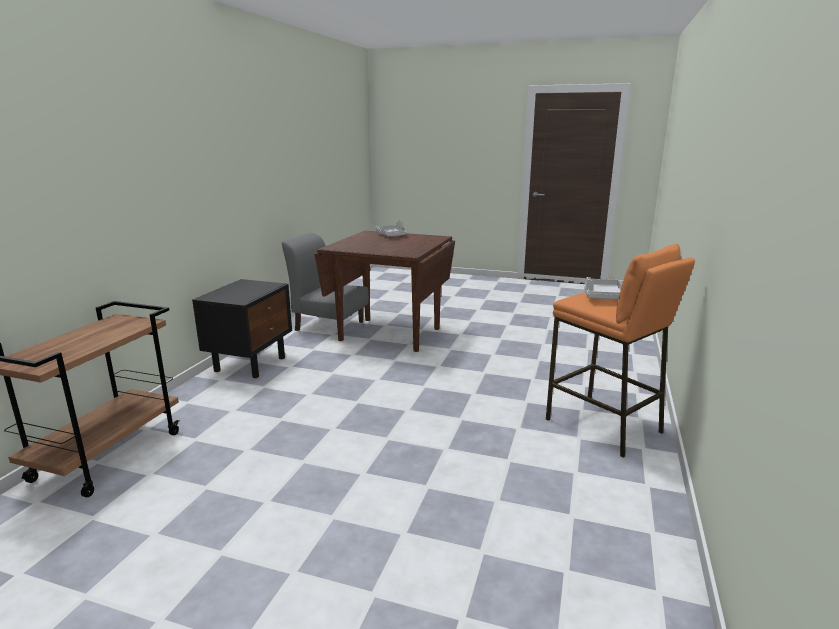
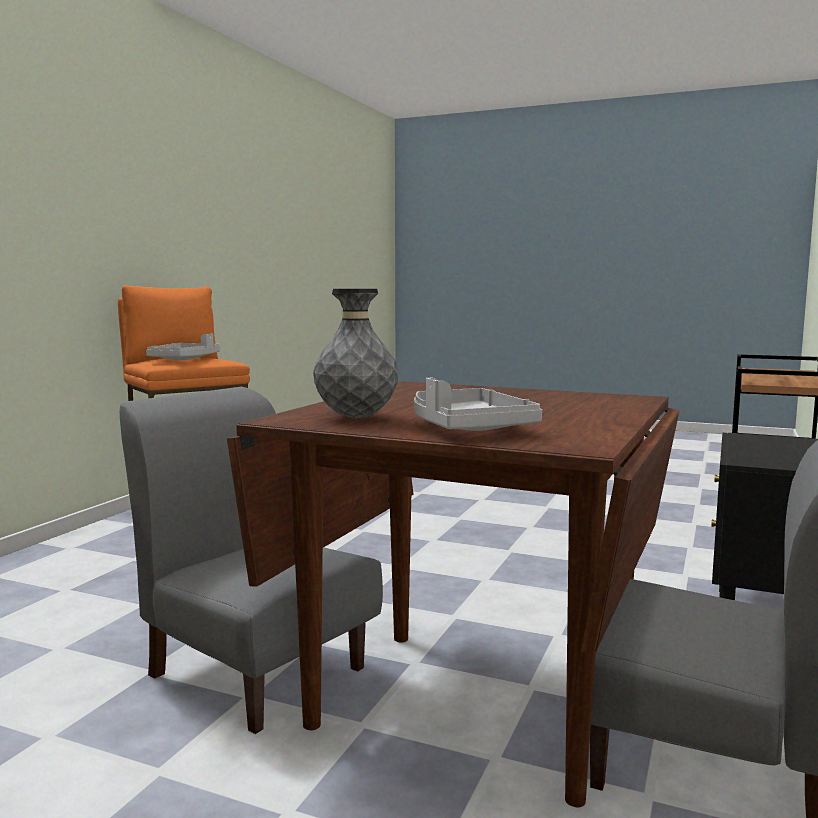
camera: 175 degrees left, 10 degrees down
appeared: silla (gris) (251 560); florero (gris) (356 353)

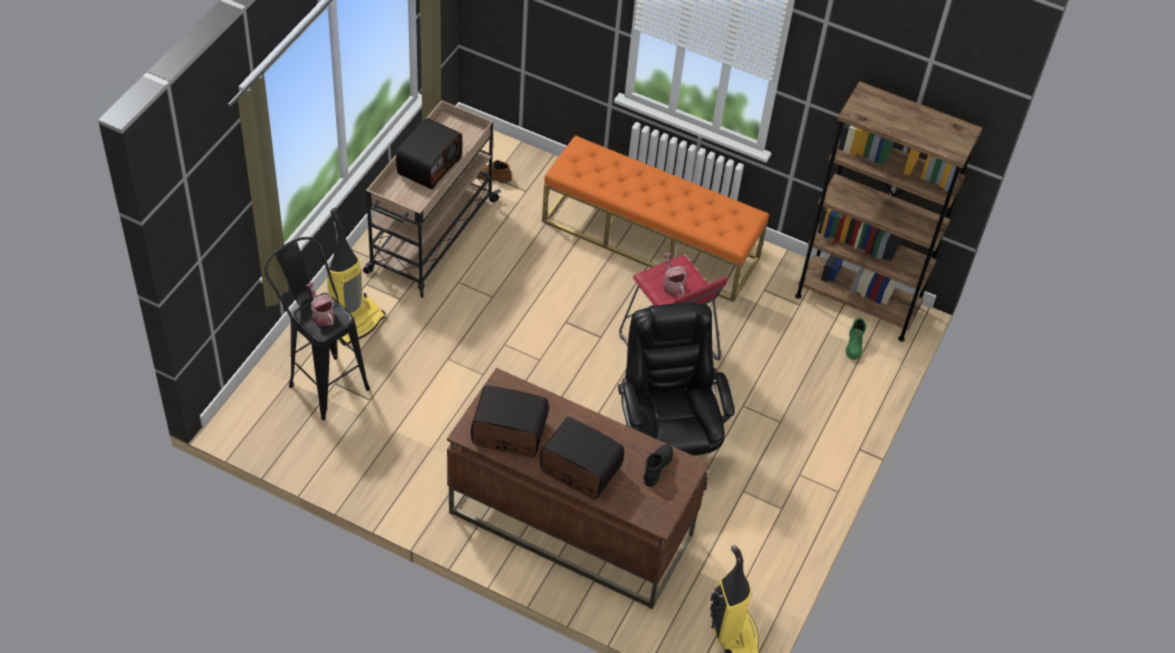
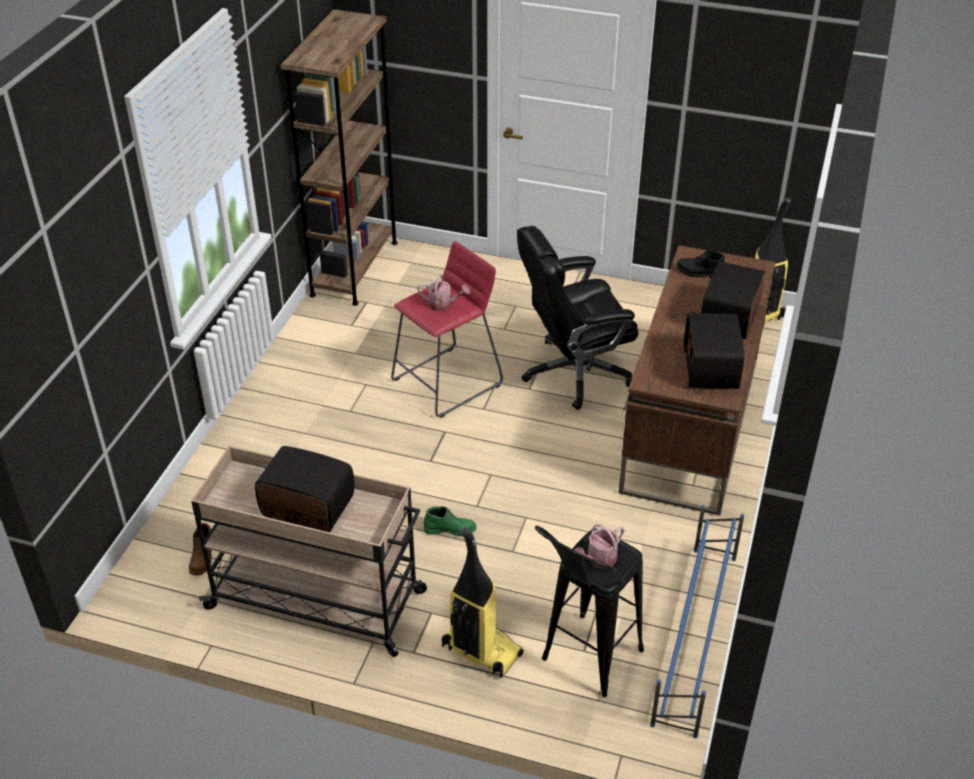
camera: 95 degrees left, 10 degrees down
missing: banco (naranja) (655 218)
appeared: zapatero (azul) (697 621)
relocated: bota (verde) (856 339) to (450 521)
spun: regadera (674 274) = (443 293) 135 degrees counterclockwise

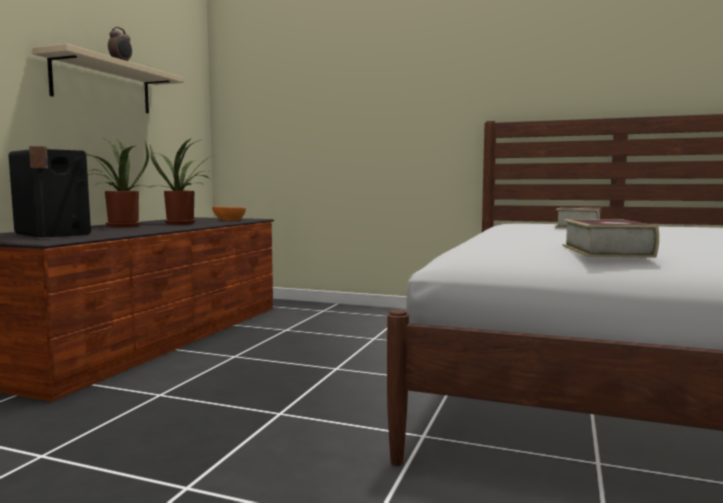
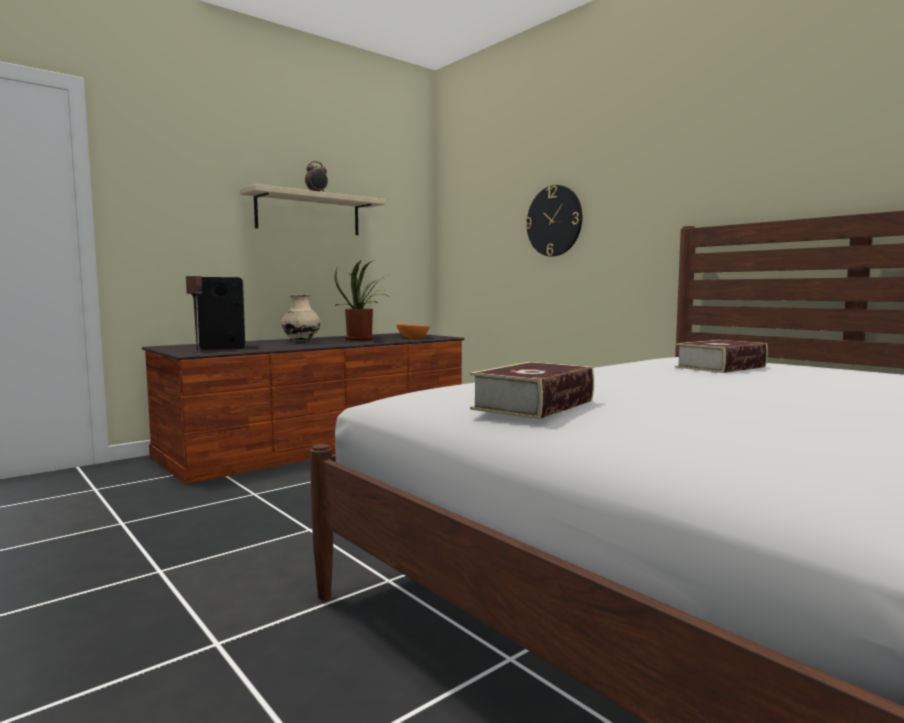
camera: 30 degrees right, 0 degrees up
appeared: reloj de pared (553 221)
exchanged: planta en maceta (119 182) to florero (beis) (300 317)

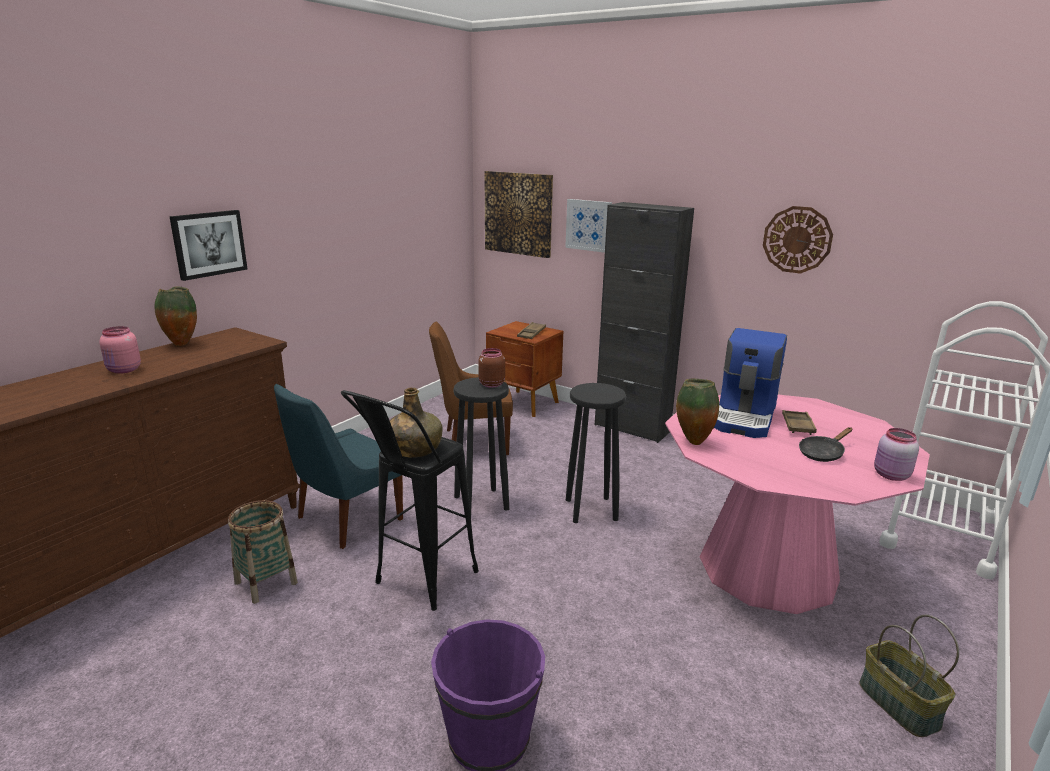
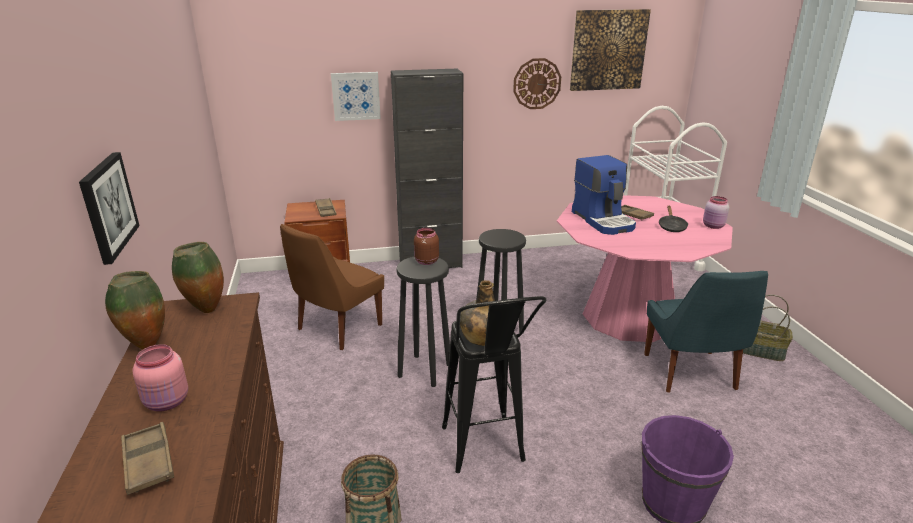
camera: 45 degrees left, 5 degrees up
appeared: bandeja (marrón) (147 458)
relocated: florero (697 412) to (198 277); cuadro (518 214) to (610 50); silla (azul) (338 466) to (706 332)

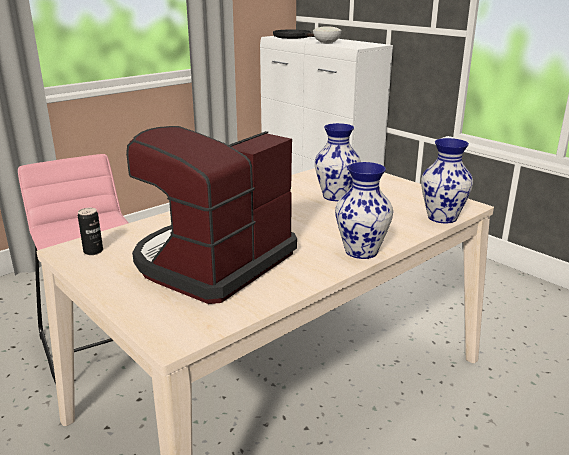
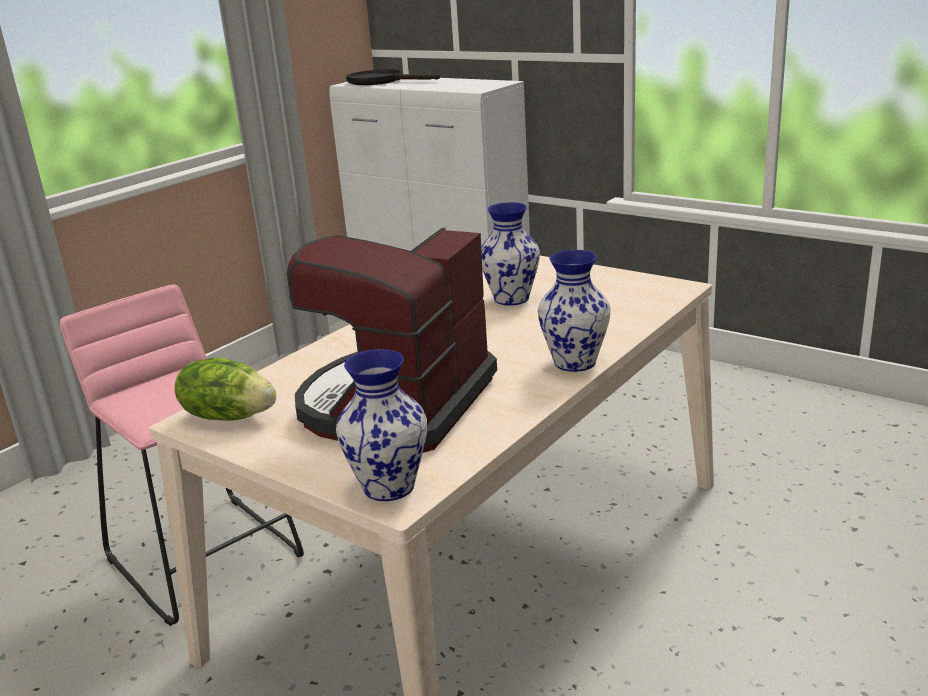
camera: 10 degrees left, 0 degrees up
missing: cuenco (blanco) (327 35)
relocated: florero (447 181) to (381 425)
exchanged: lata (90 231) to lechuga (225 389)

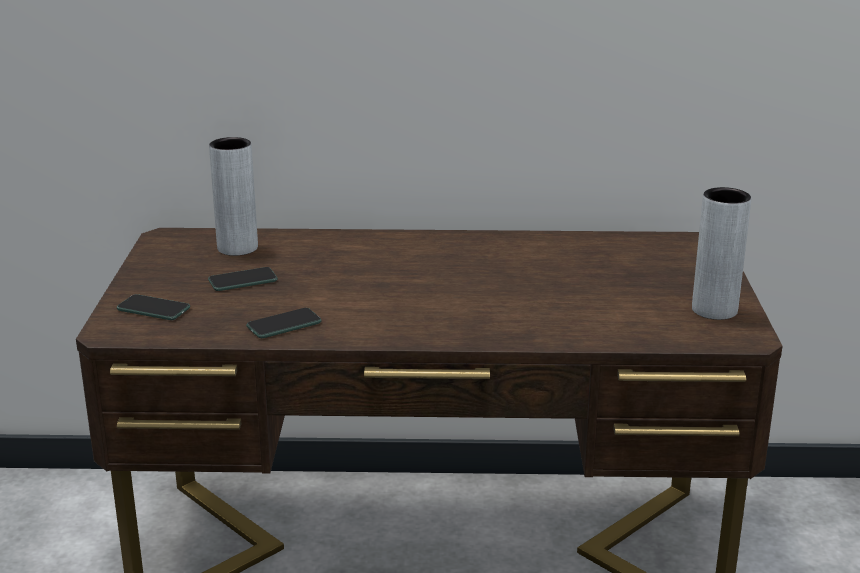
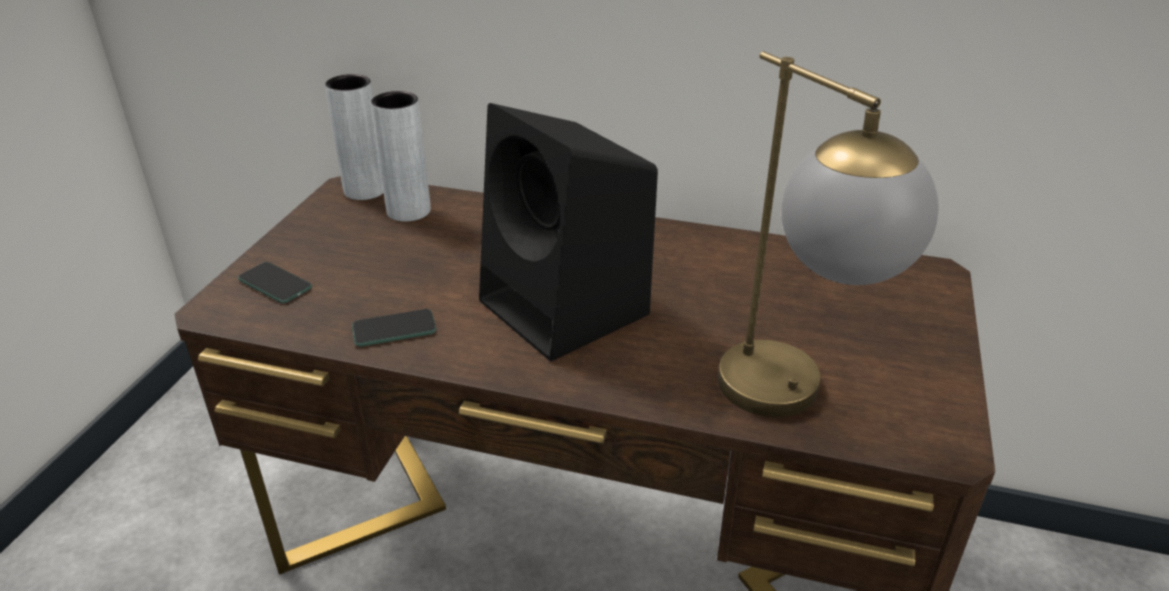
camera: 15 degrees right, 10 degrees up
missing: móvil (243 279)
appeared: altavoz (negro) (568 232); lámpara de mesa (828 234)
relocated: florero (gris) (721 253) to (354 137)

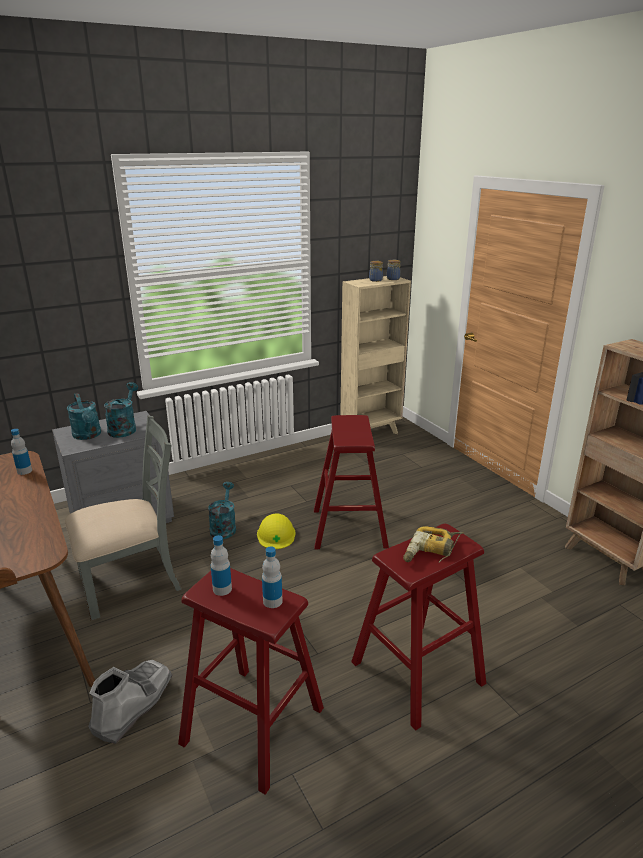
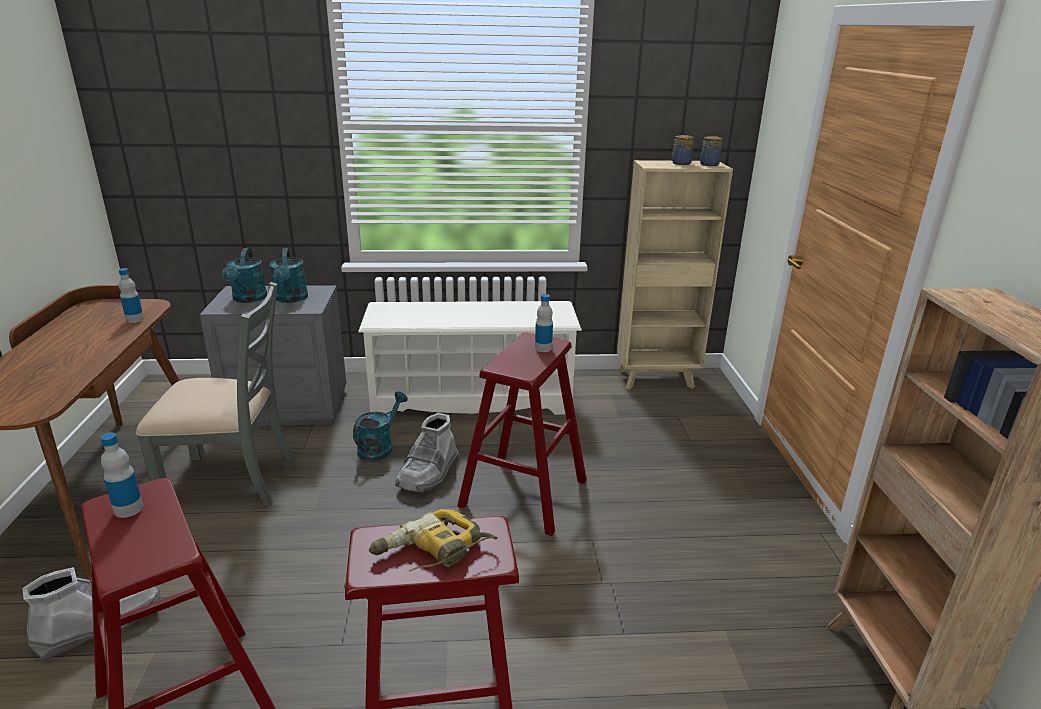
camera: 25 degrees right, 0 degrees up
appeared: zapatero (blanco) (470 358)
relocated: botella (272 577) to (544 323)
exchanged: casco (amarillo) (276 531) to bota (gris) (427 452)
spun: regadera (turquesa) (121 410) = (288 275) 135 degrees clockwise

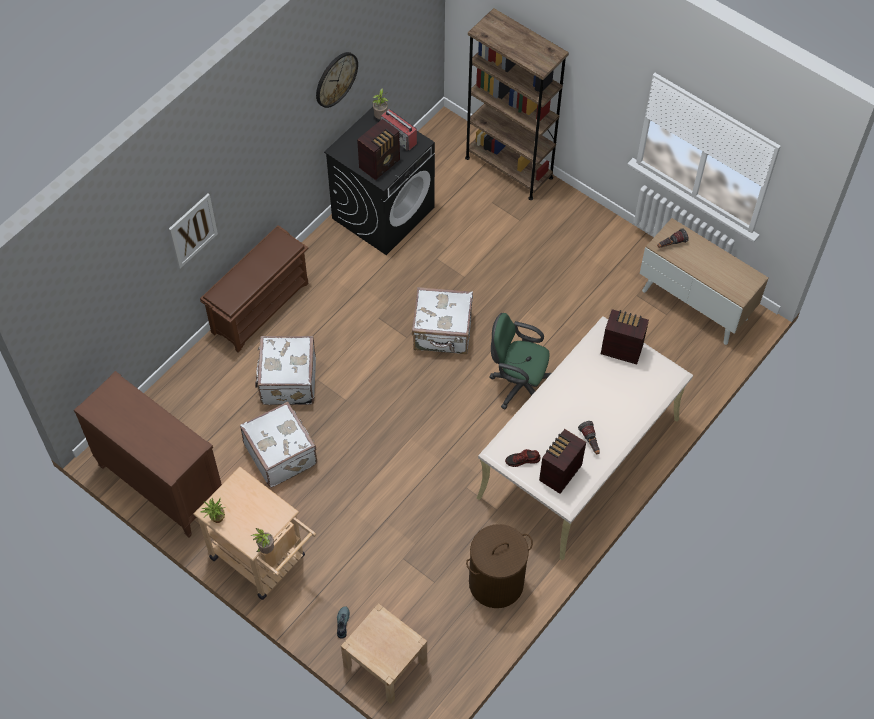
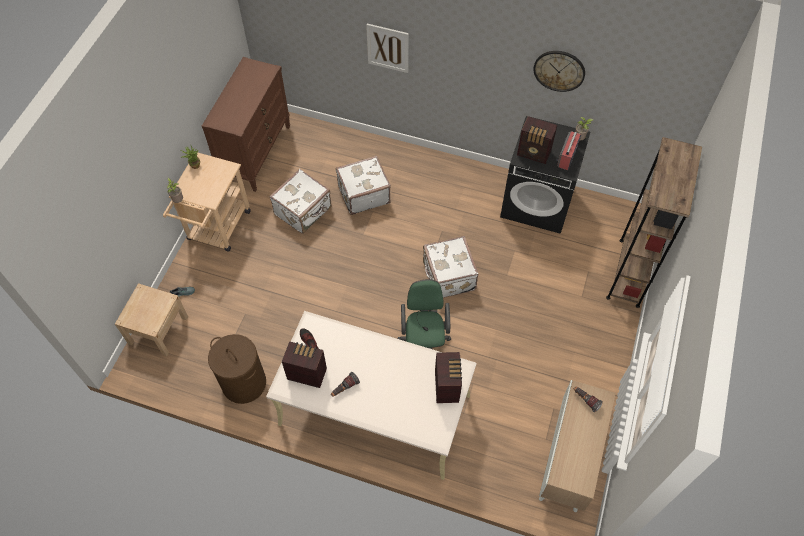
camera: 70 degrees right, 0 degrees up
missing: zapatero (marrón) (254 289)

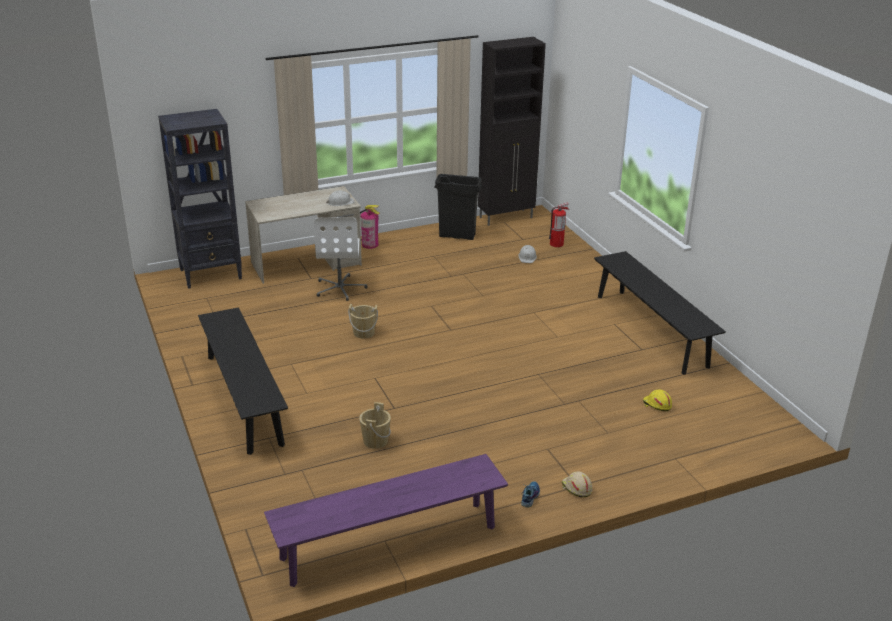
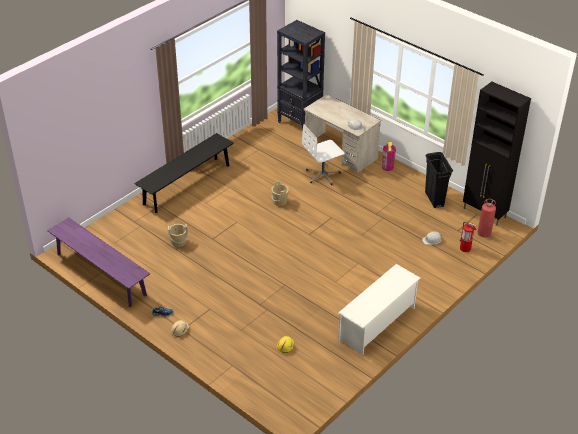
camera: 65 degrees right, 10 degrees up
appeared: extintor (487 218)
exchanged: banco (negro) (660 313) to zapatero (blanco) (379 309)

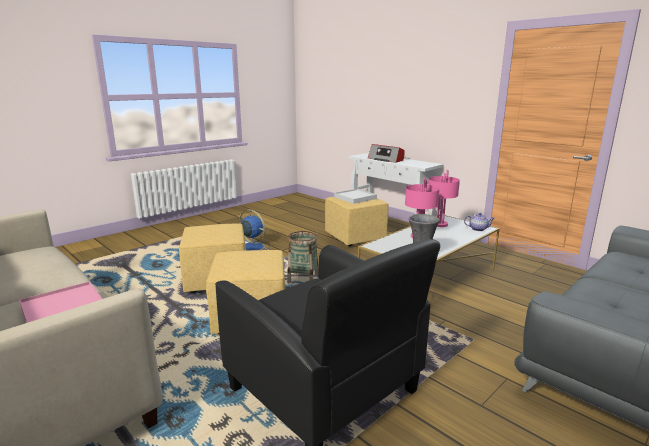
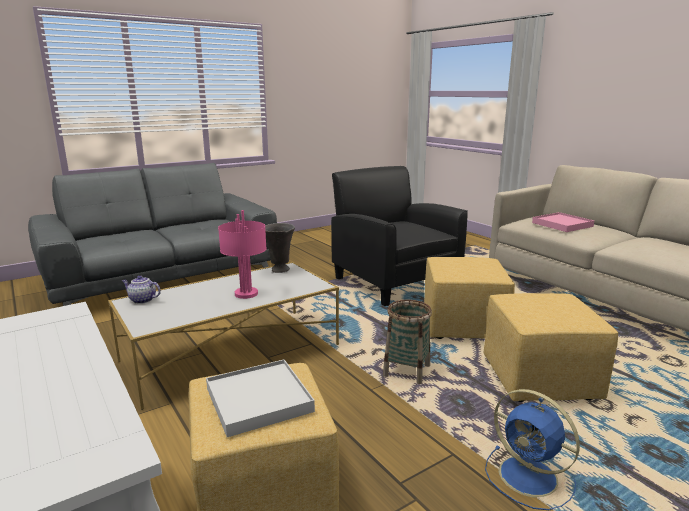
camera: 170 degrees left, 0 degrees up
missing: radio (386 153); lámpara de mesa (rosa) (444 198)

